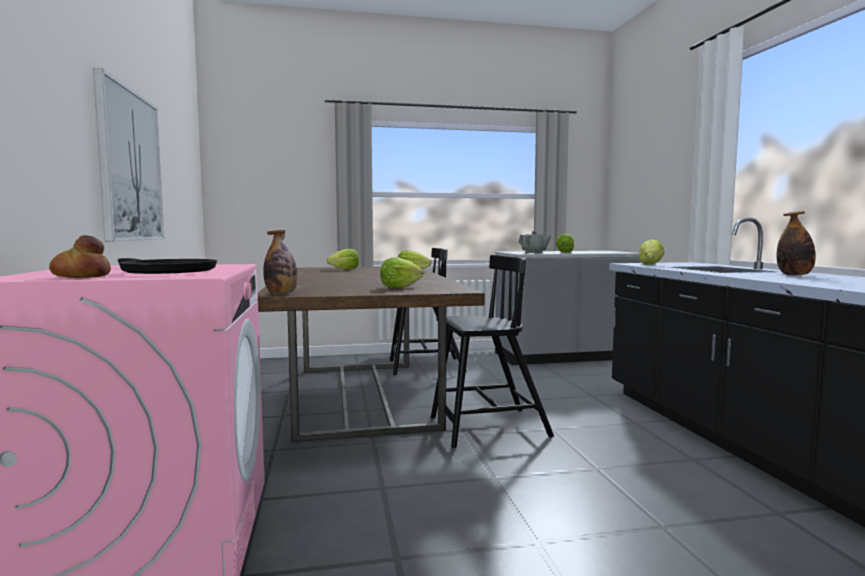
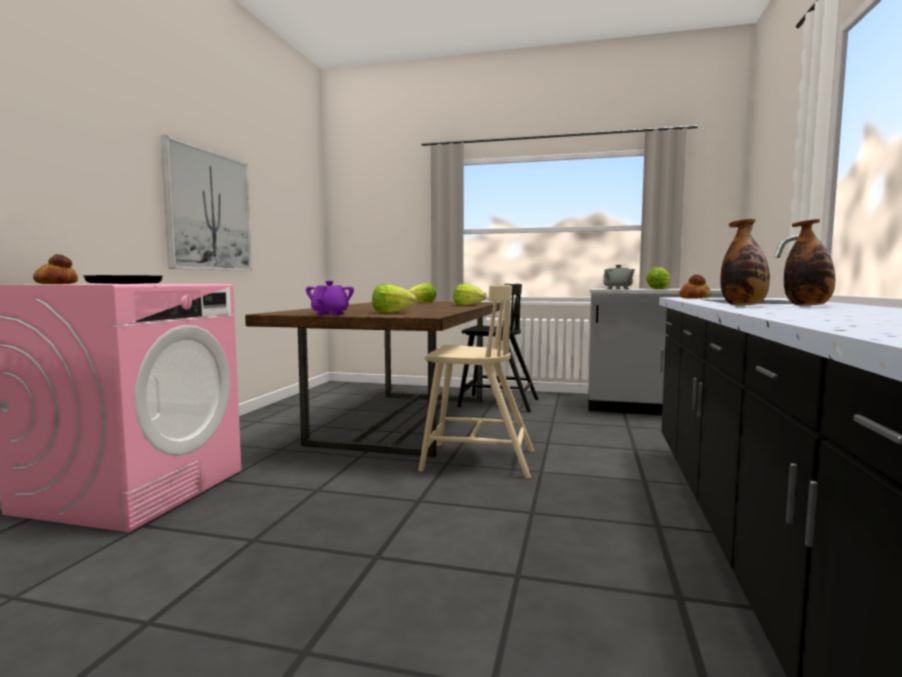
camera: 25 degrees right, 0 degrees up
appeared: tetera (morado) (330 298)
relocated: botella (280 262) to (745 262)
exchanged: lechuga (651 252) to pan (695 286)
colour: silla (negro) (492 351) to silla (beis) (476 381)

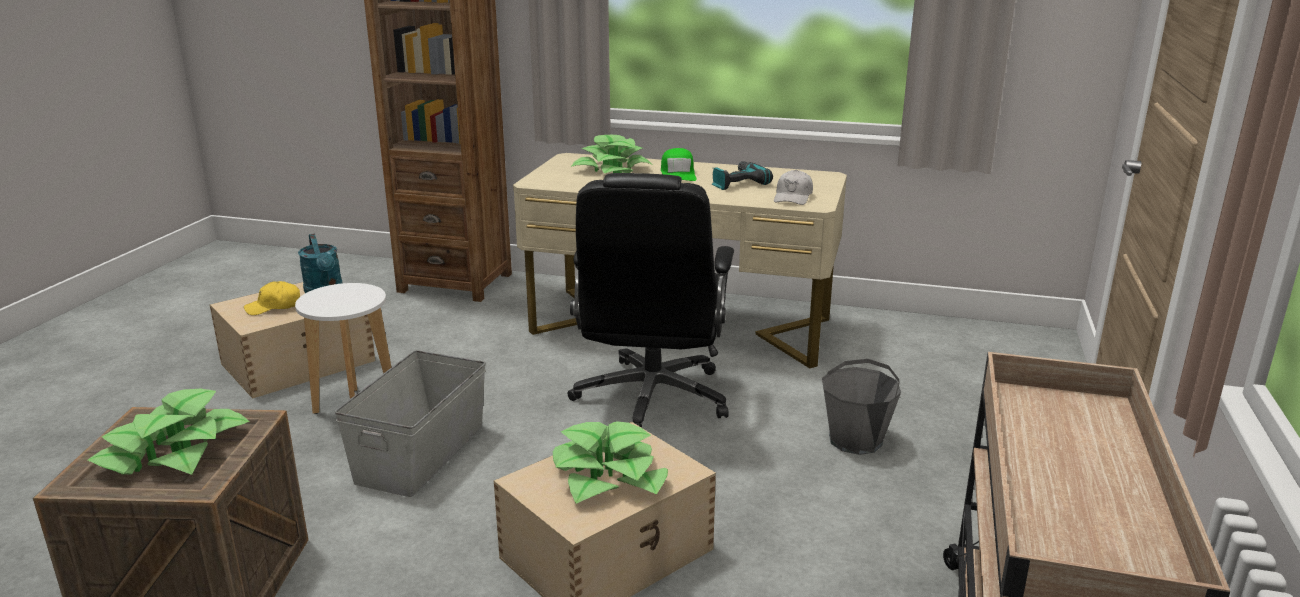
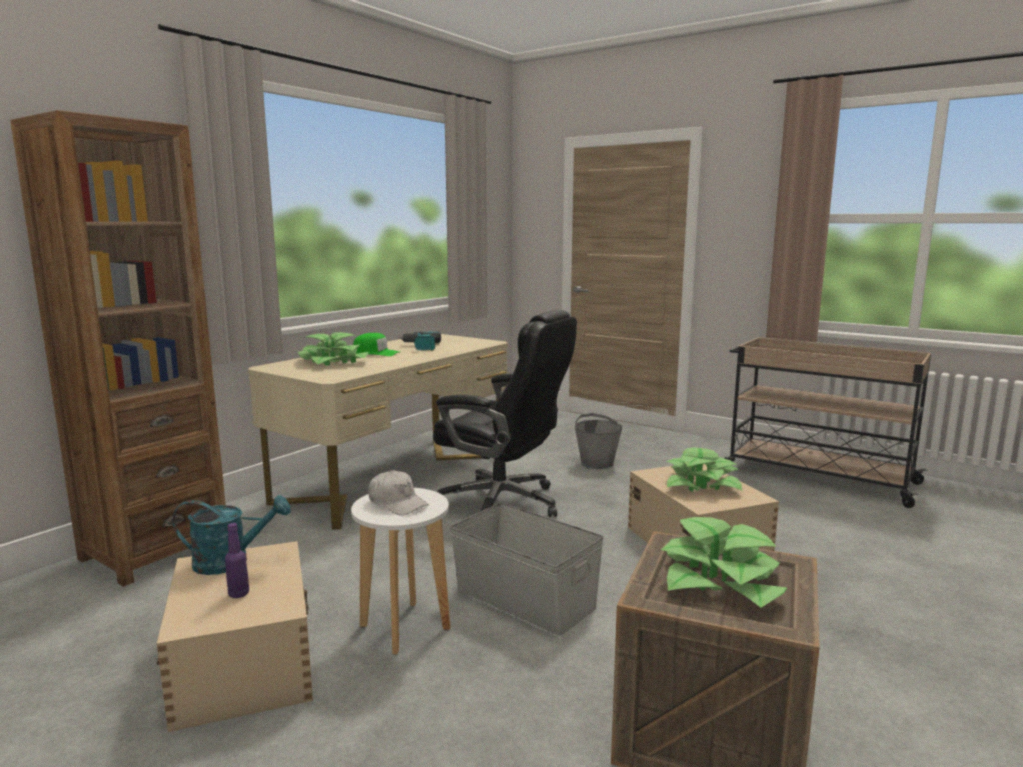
camera: 70 degrees left, 10 degrees down
relocated: gorra (blanco) (793 187) to (398 493)
exchanged: gorra (amarillo) (272 298) to botella (morado) (237 560)

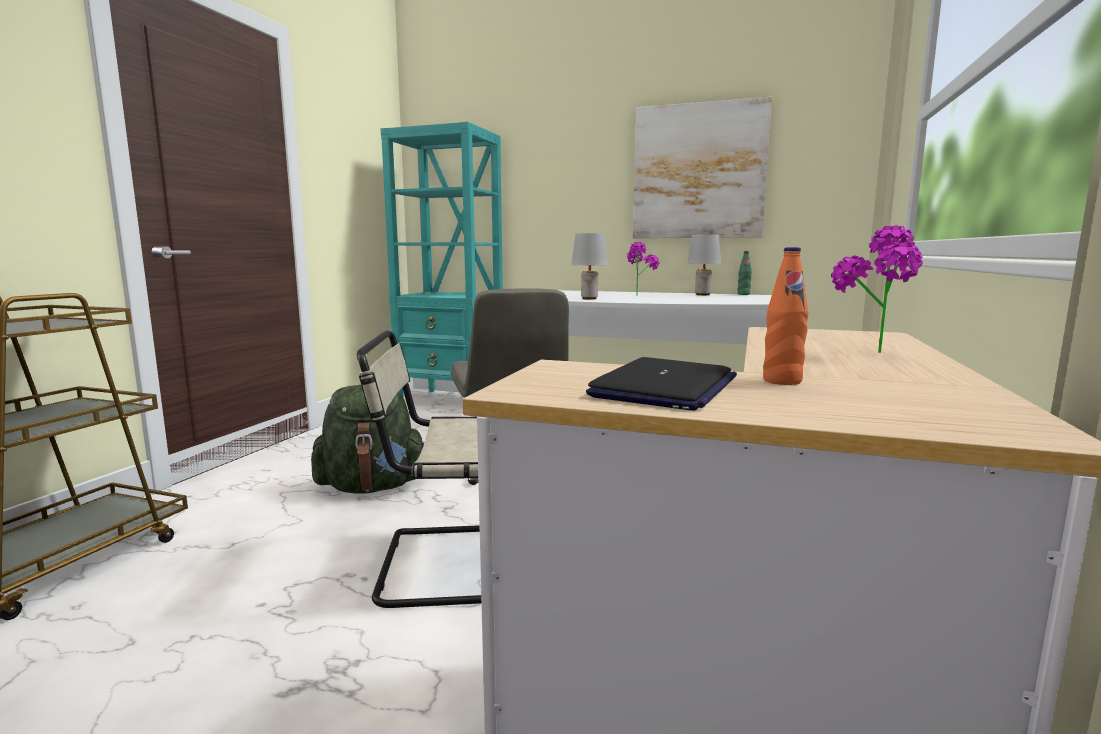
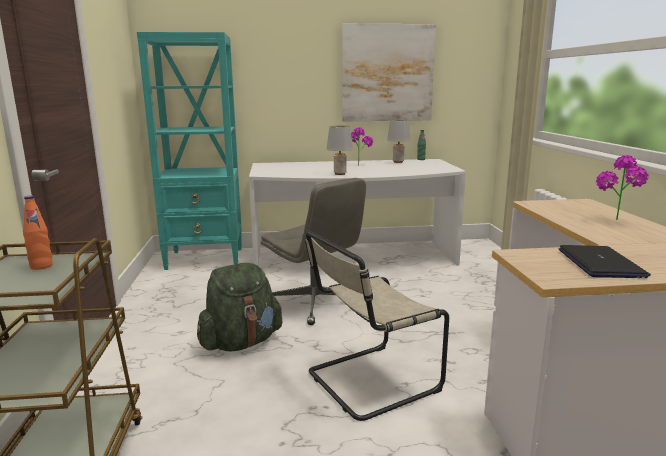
camera: 25 degrees left, 5 degrees up
relocated: botella (naranja) (786 316) to (38 233)

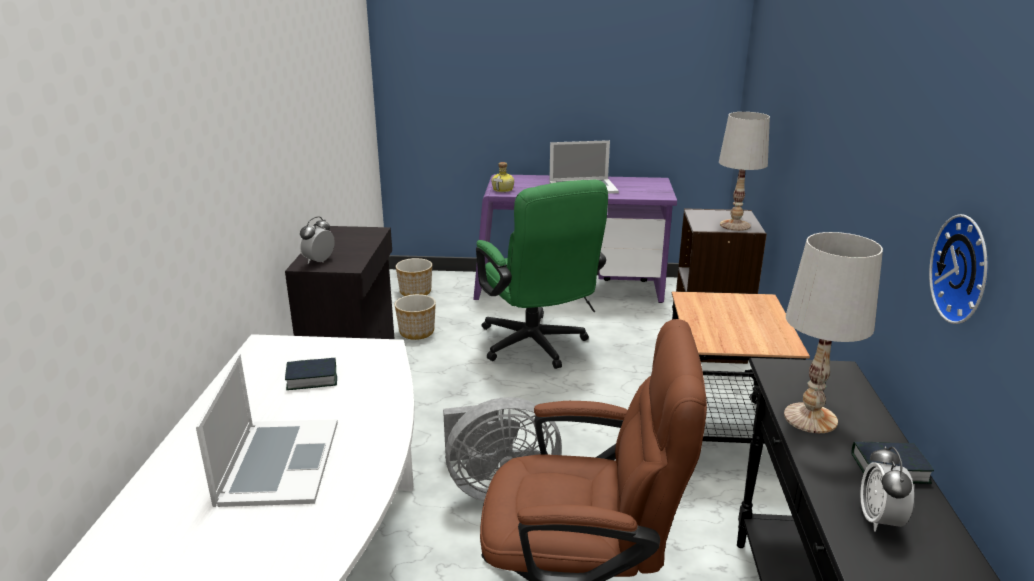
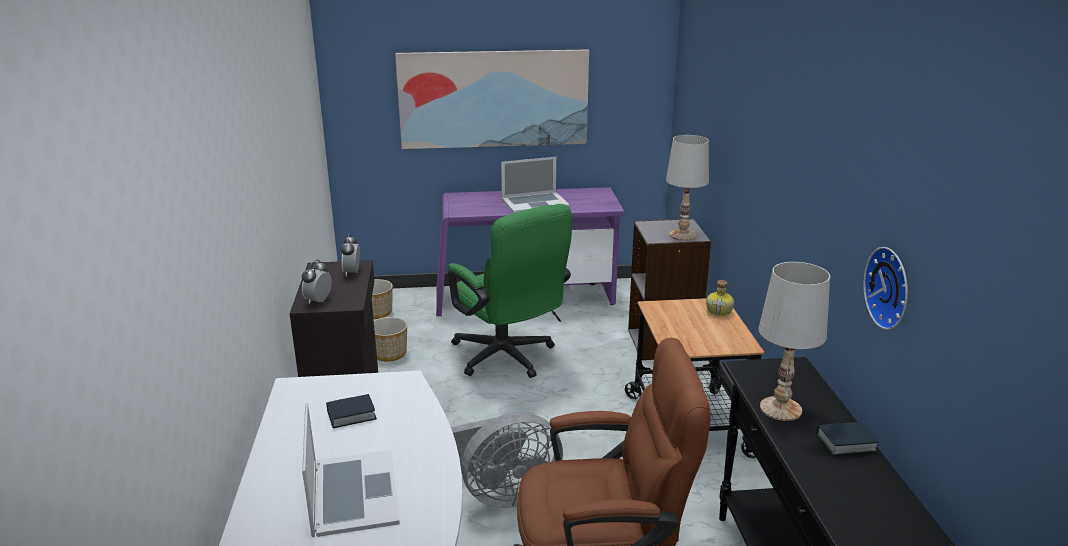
camera: 10 degrees left, 0 degrees up
appeared: cuadro (492 99)
relocated: despertador (887 489) to (350 255); botella (503 177) to (720 298)

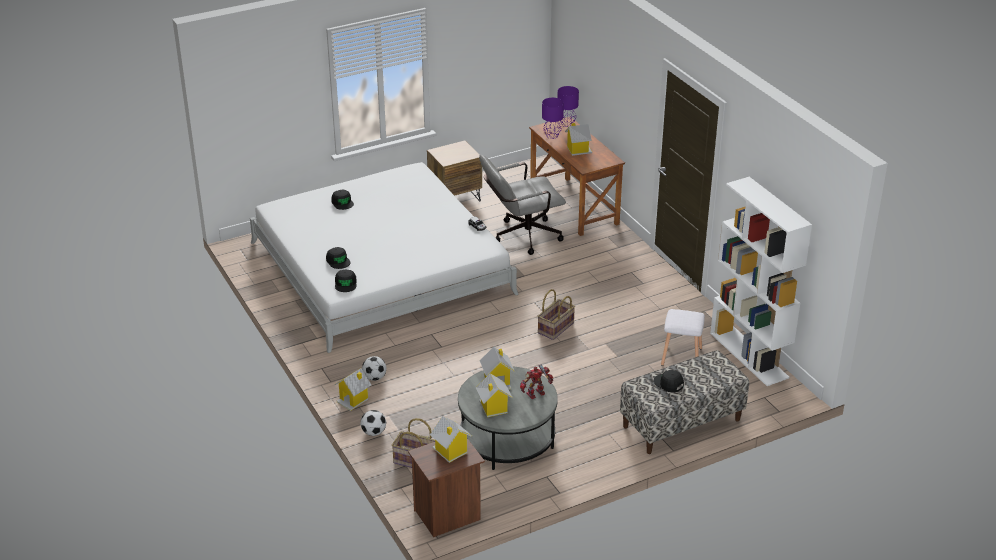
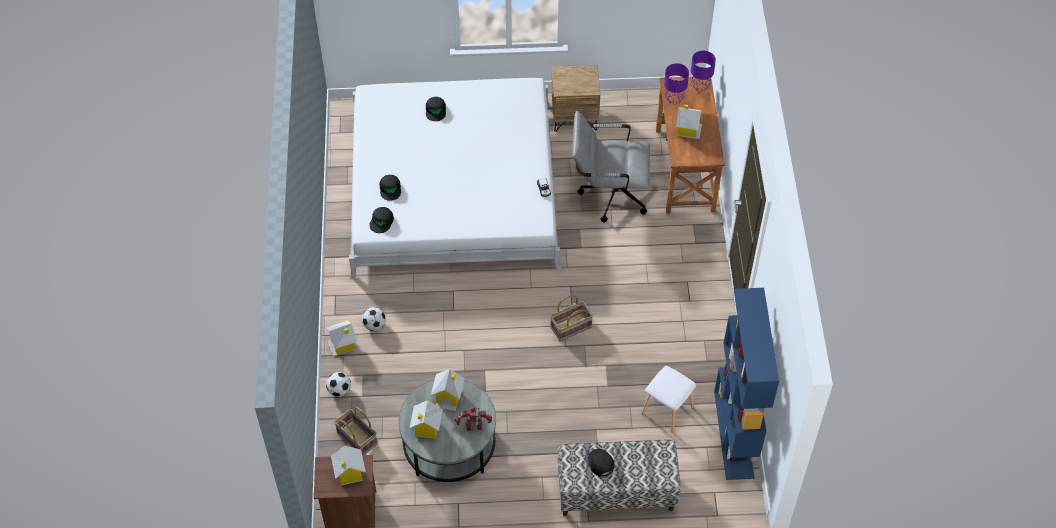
camera: 25 degrees right, 20 degrees up
colour: estantería (blanco) (761 281) to estantería (azul) (746 384)

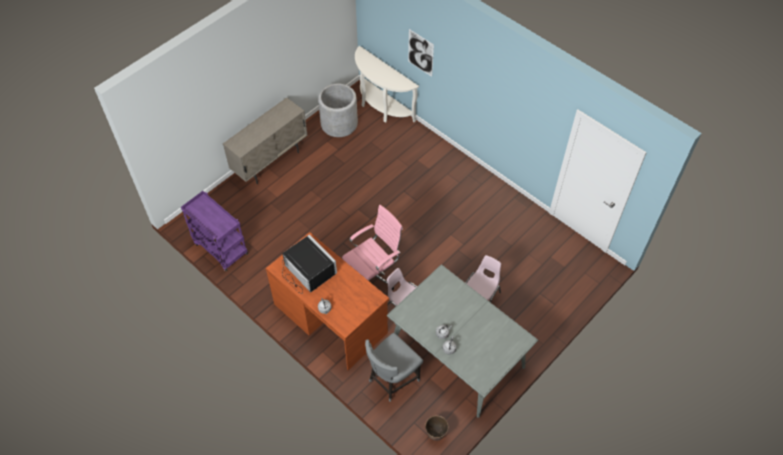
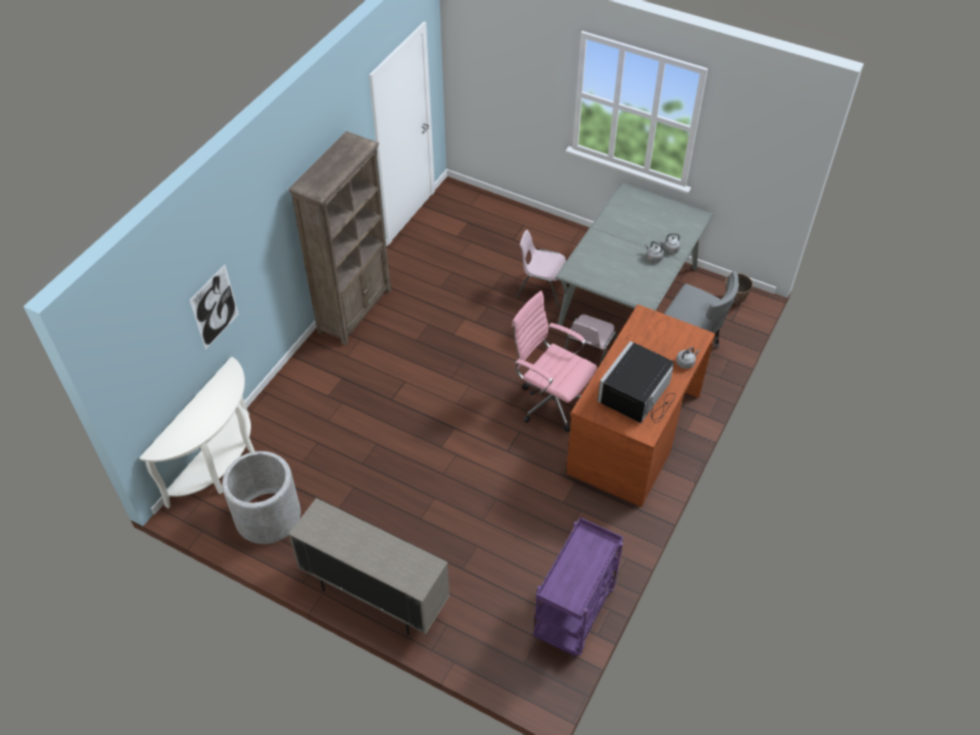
camera: 105 degrees left, 5 degrees down
appeared: estantería (marrón) (339 238)

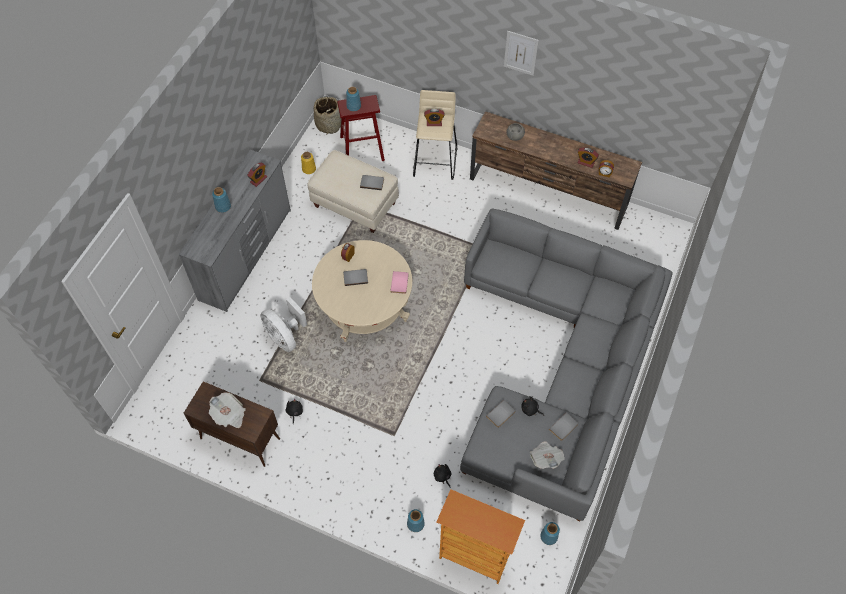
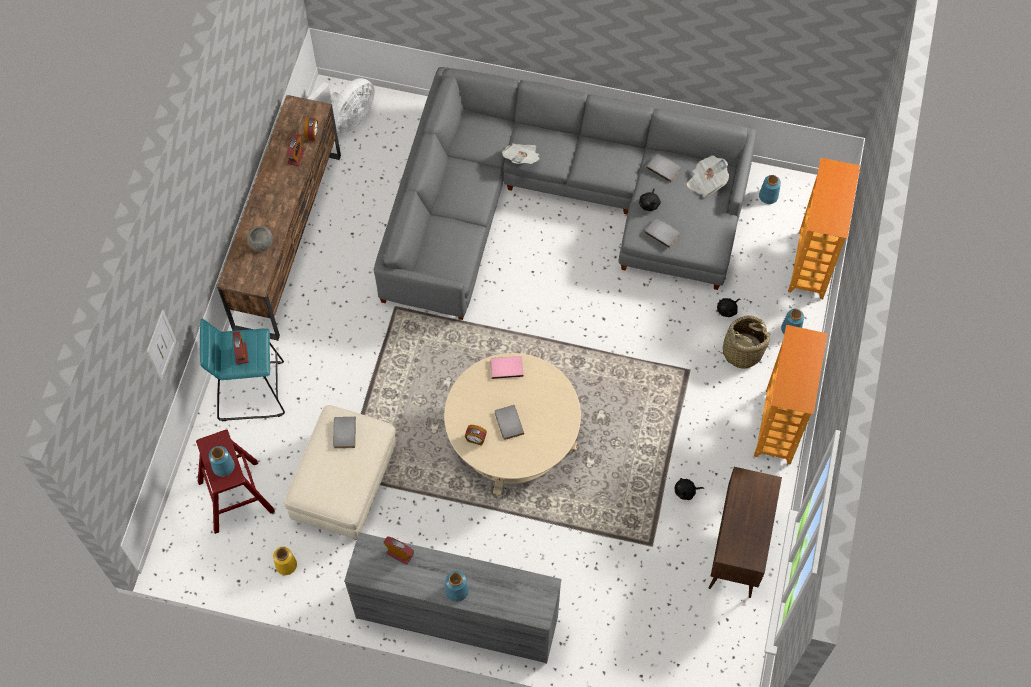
camera: 100 degrees left, 5 degrees up
appeared: estantería (791 394)
relocated: cuadro (521 53) to (161 345); ventilador (blanco) (283 324) to (341 105); periódico (227 410) to (521 153); cesta (327 115) to (742 342)
colour: taburete (beis) (435 135) to taburete (turquesa) (242 370)

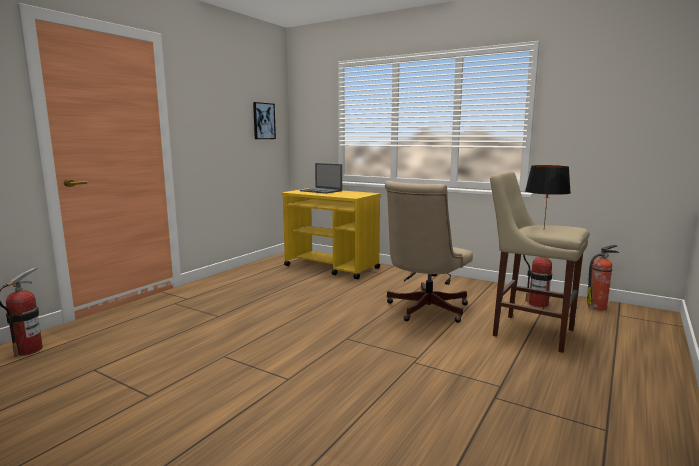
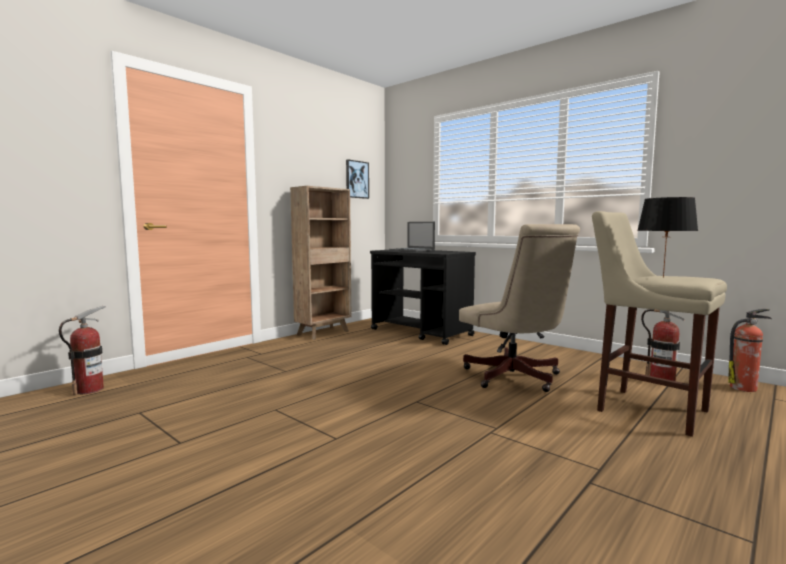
camera: 10 degrees right, 5 degrees down
appeared: estantería (marrón) (320 263)
colour: carrito (amarillo) (331 234) to carrito (negro) (423 297)
spun: silla de oficina (beis) (429 252) = (519 308) 75 degrees counterclockwise

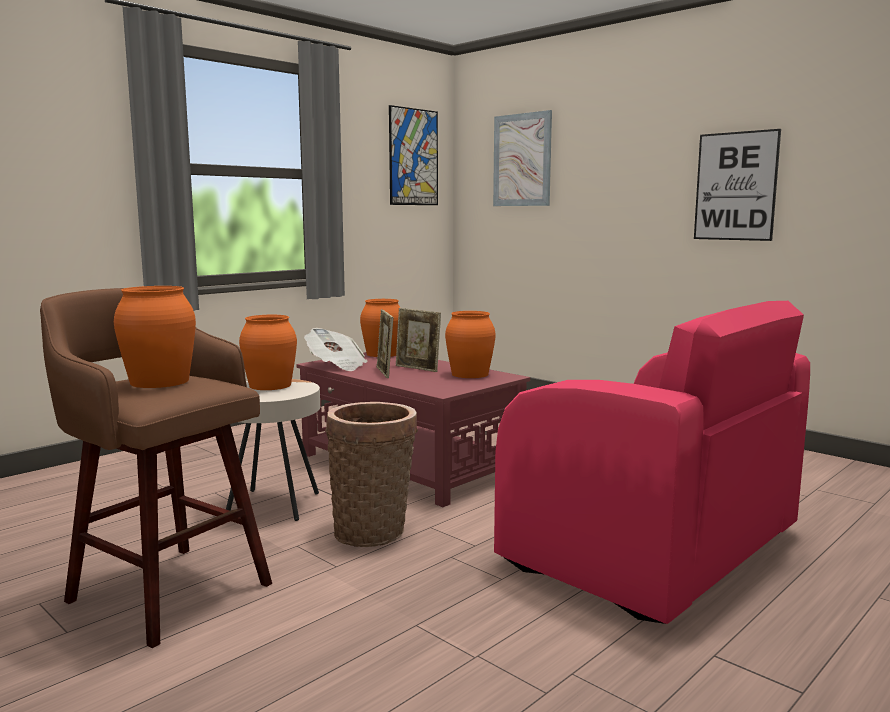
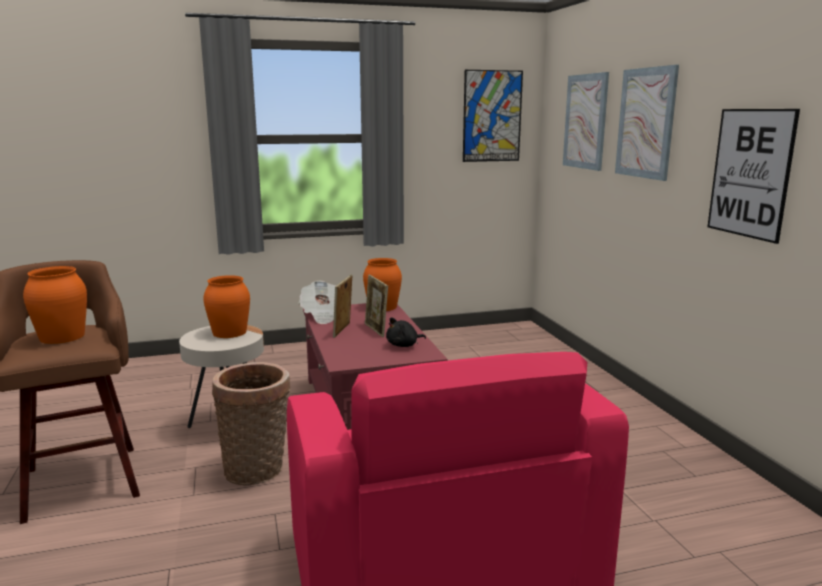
camera: 30 degrees right, 5 degrees up
appeared: cuadro (647 123)
exchanged: florero (naranja) (470 344) to peluche (negro) (406 332)

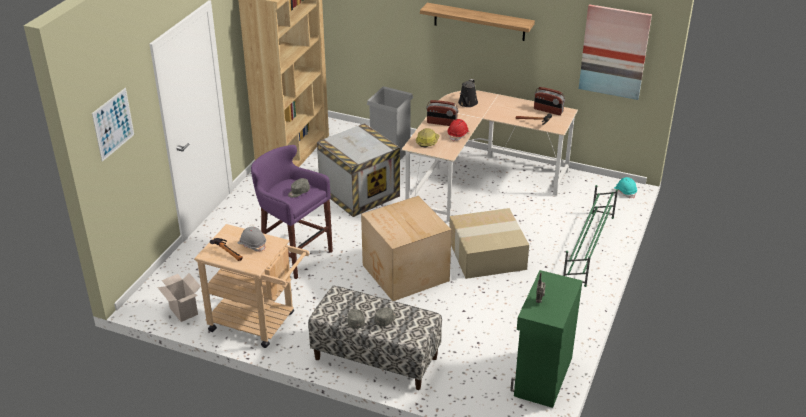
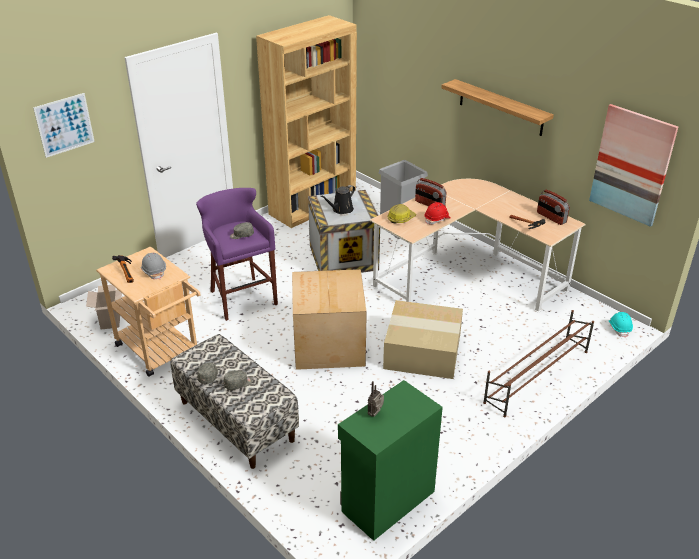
camera: 25 degrees right, 0 degrees up
relocated: regadera (negro) (468 93) to (337 199)
colour: zapatero (verde) (590 236) to zapatero (marrón) (538 364)

